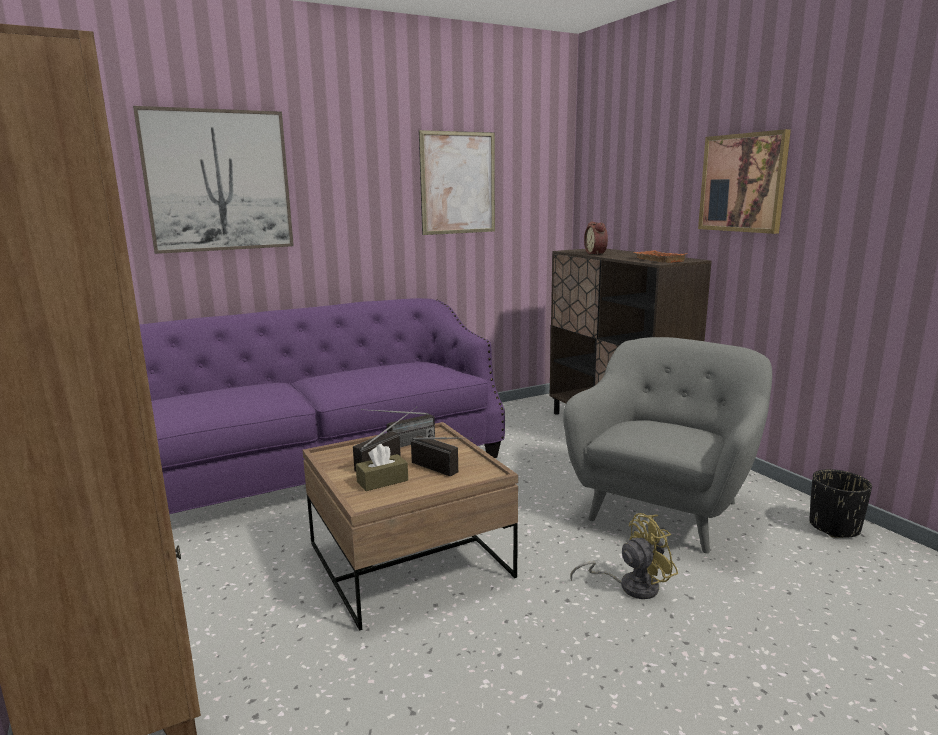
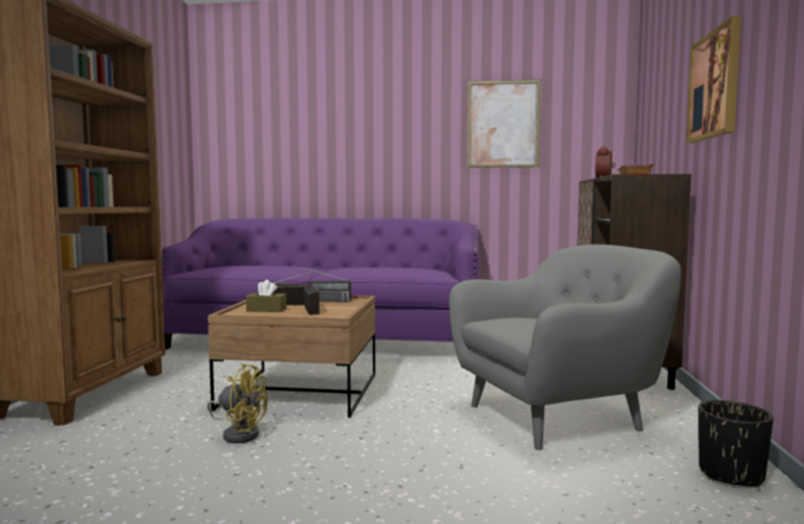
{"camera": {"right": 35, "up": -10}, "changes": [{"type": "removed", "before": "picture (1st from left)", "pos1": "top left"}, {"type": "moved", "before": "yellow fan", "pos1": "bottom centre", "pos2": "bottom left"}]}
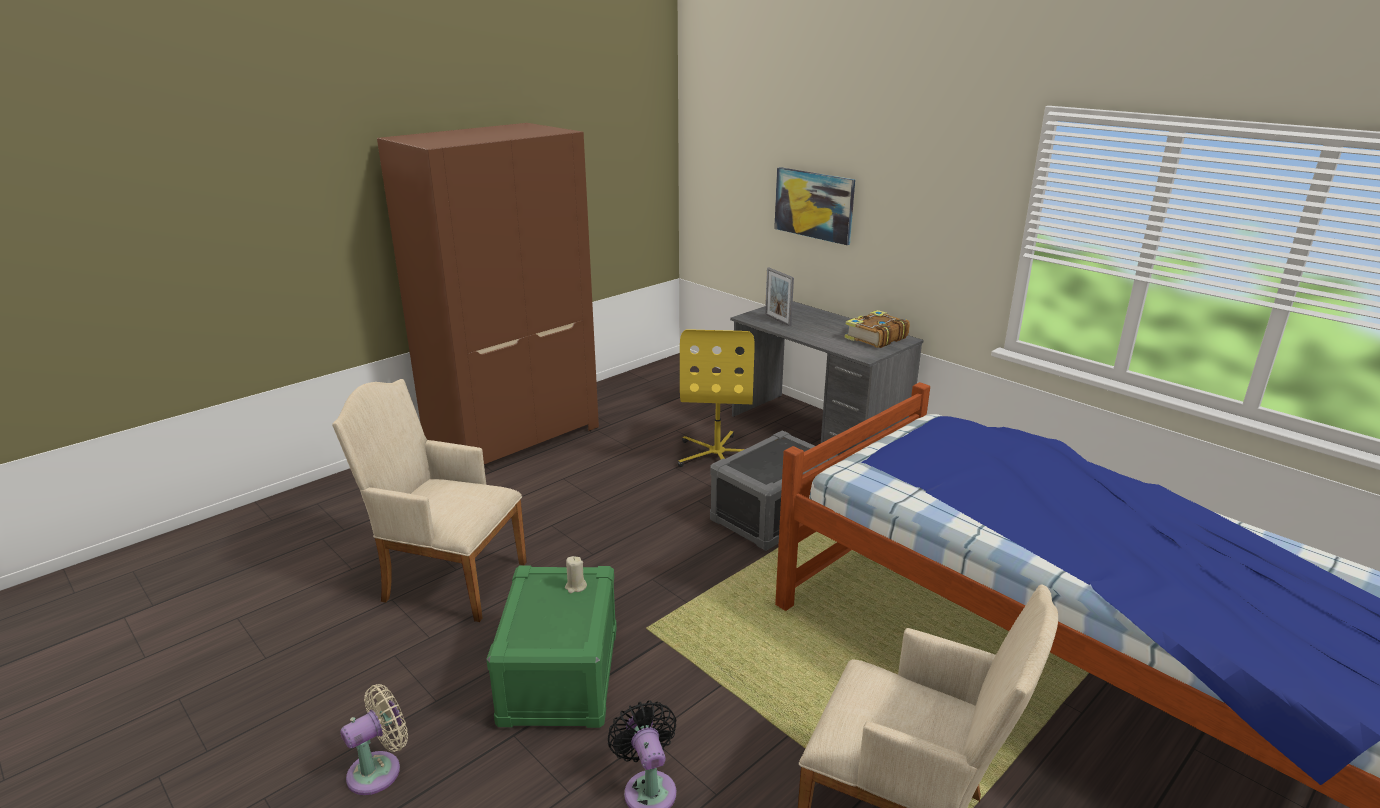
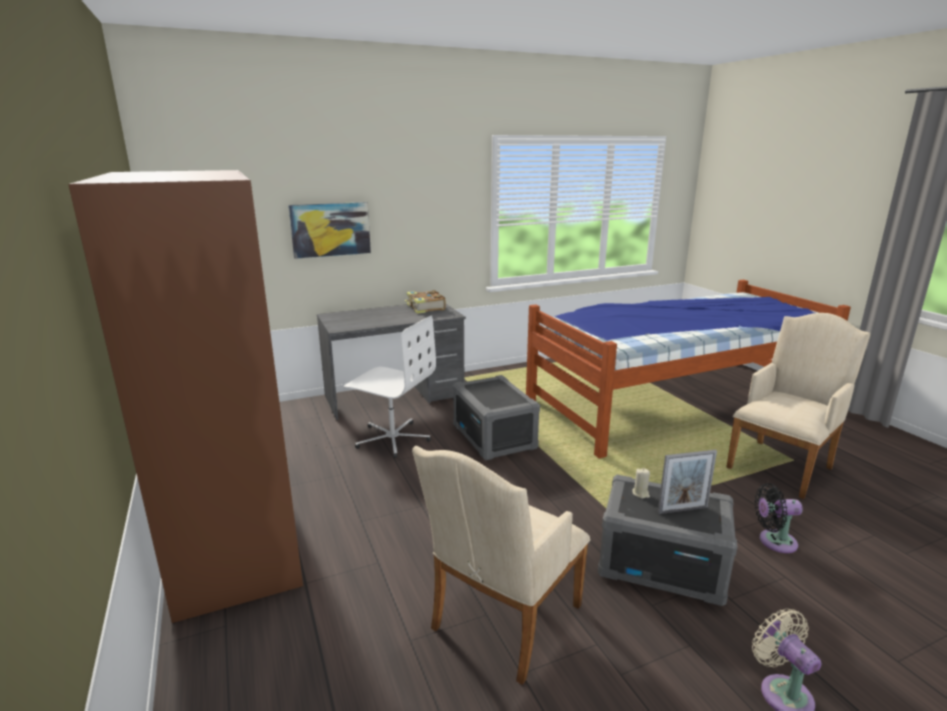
{"camera": {"right": -70, "up": -5}, "changes": [{"type": "recoloured", "before": "green storage box", "after": "grey storage box (2nd from left)", "pos1": "bottom centre", "pos2": "bottom right"}, {"type": "recoloured", "before": "yellow office chair", "after": "white office chair", "pos1": "centre", "pos2": "centre"}, {"type": "moved", "before": "picture frame", "pos1": "centre", "pos2": "bottom right"}]}
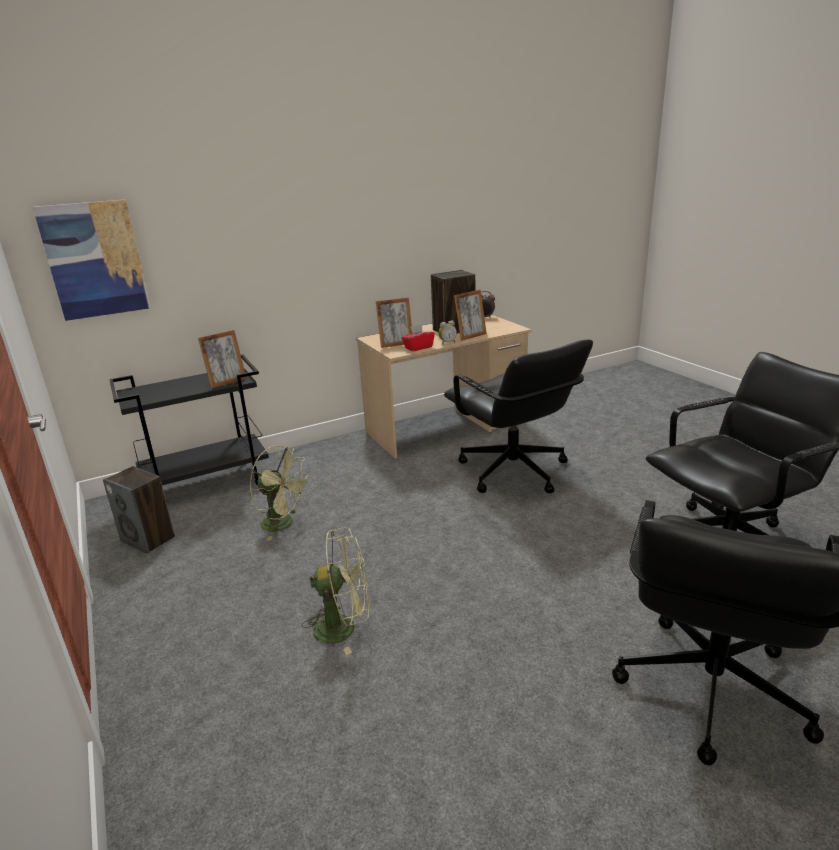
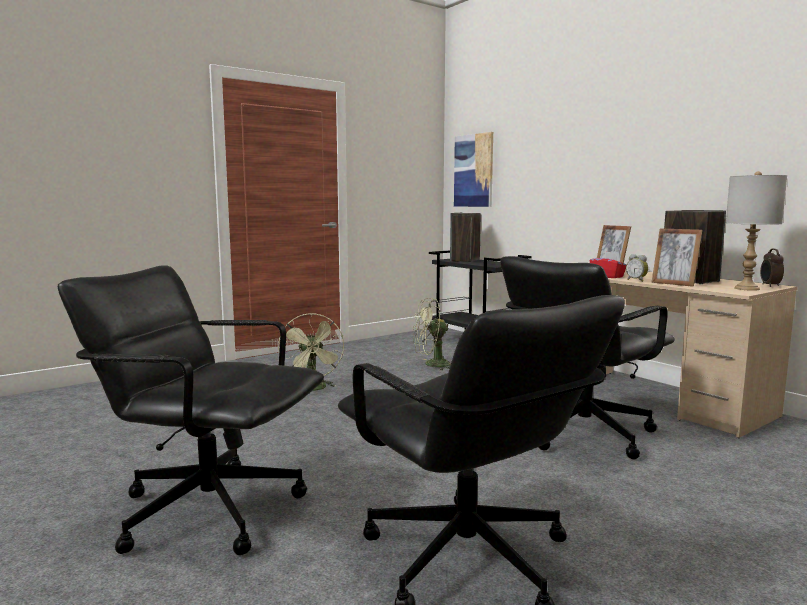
{"camera": {"right": 80, "up": -15}, "changes": [{"type": "moved", "before": "speaker (1st from left)", "pos1": "middle left", "pos2": "centre"}, {"type": "removed", "before": "picture frame (1st from left)", "pos1": "middle left"}, {"type": "turned", "before": "green fan (1st from left in the first image)", "pos1": "centre", "pos2": "centre", "turn": 60}, {"type": "added", "after": "grey table lamp", "pos2": "middle right"}]}
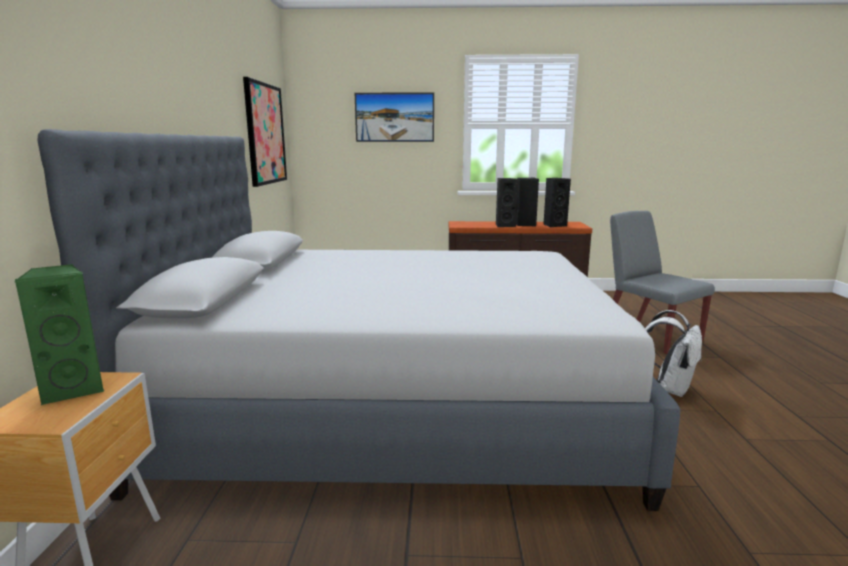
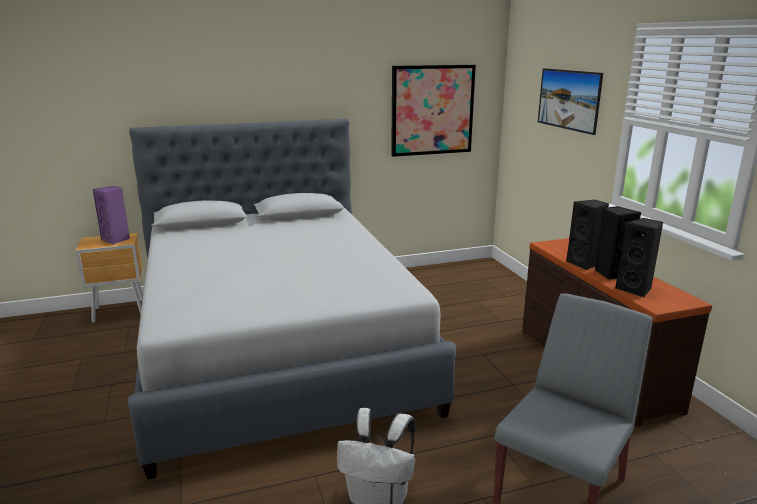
{"camera": {"right": 70, "up": 5}, "changes": [{"type": "recoloured", "before": "green speaker", "after": "purple speaker", "pos1": "middle left", "pos2": "middle left"}]}
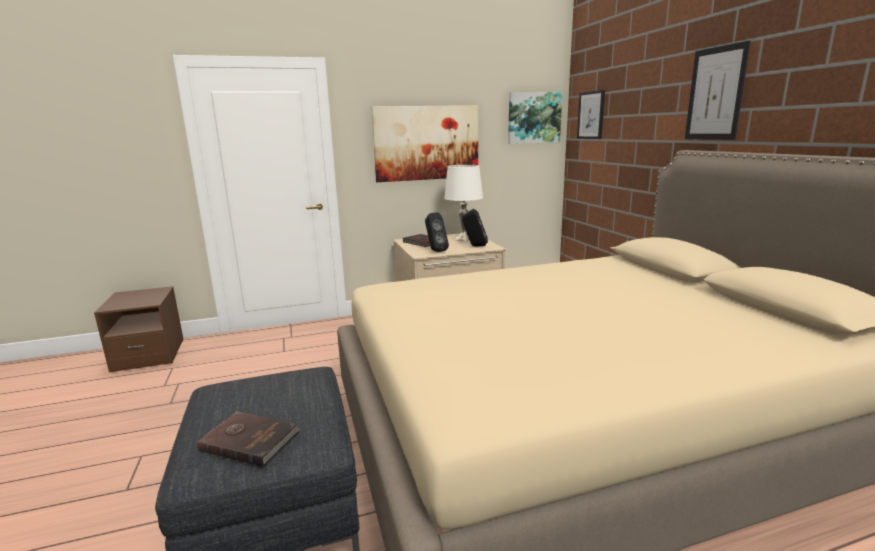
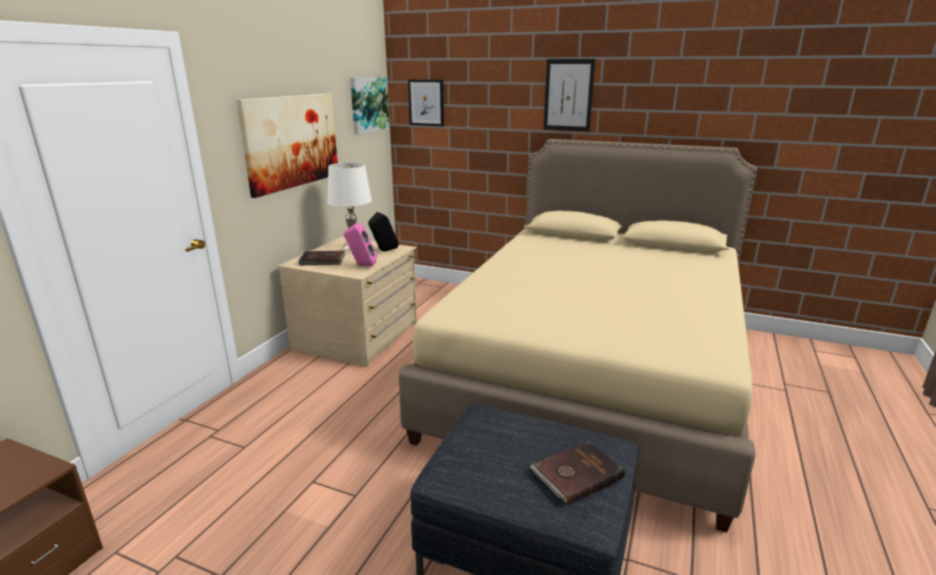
{"camera": {"right": -50, "up": 5}, "changes": [{"type": "recoloured", "before": "black speaker (1st from left)", "after": "pink speaker", "pos1": "centre", "pos2": "centre"}]}
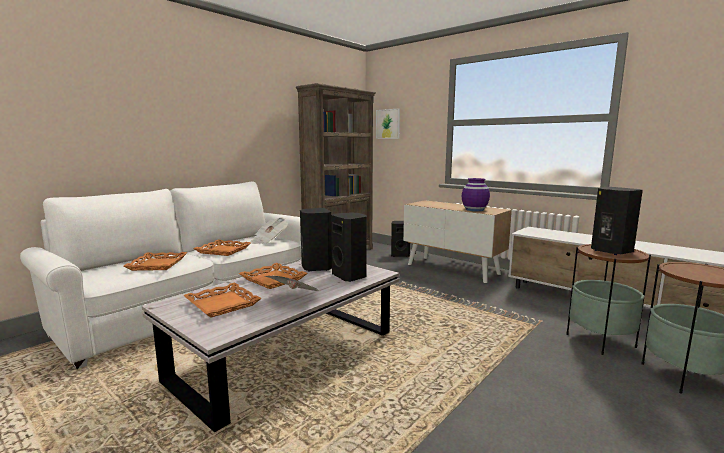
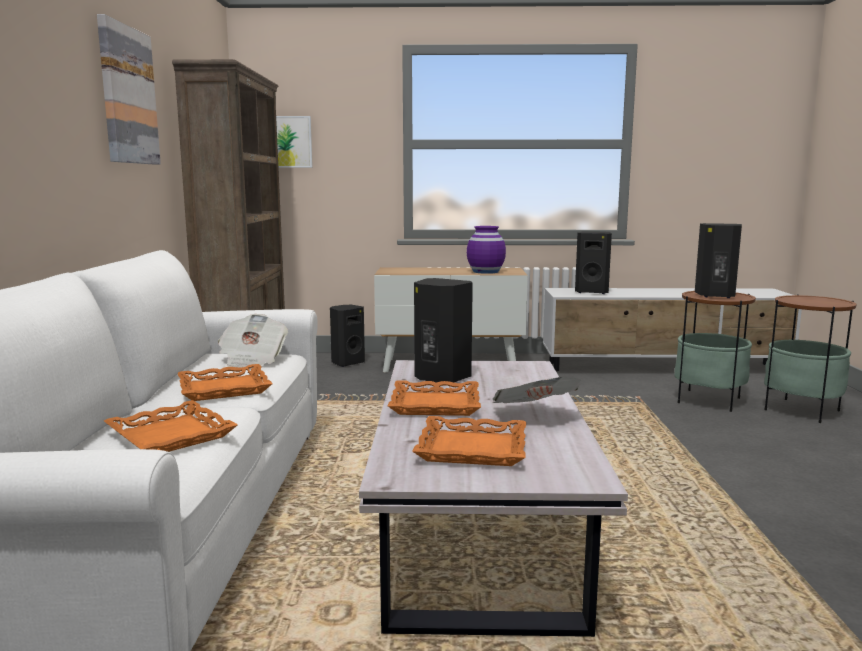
{"camera": {"right": -40, "up": 0}, "changes": [{"type": "moved", "before": "black speaker (2nd from left in the first image)", "after": "black speaker (3rd from left)", "pos1": "centre", "pos2": "middle right"}, {"type": "added", "after": "picture (1st from left)", "pos2": "top left"}]}
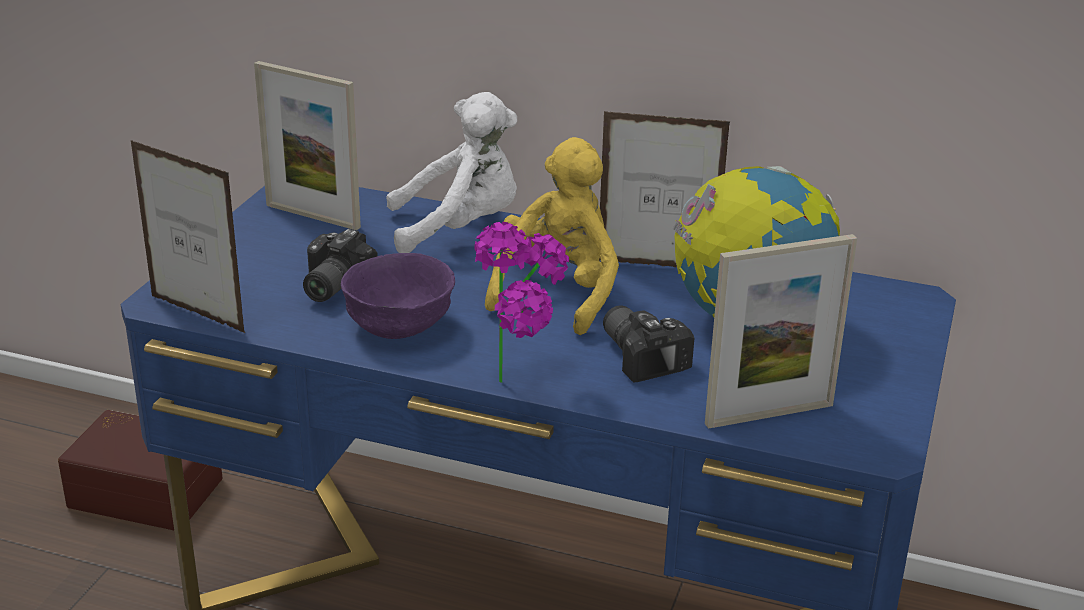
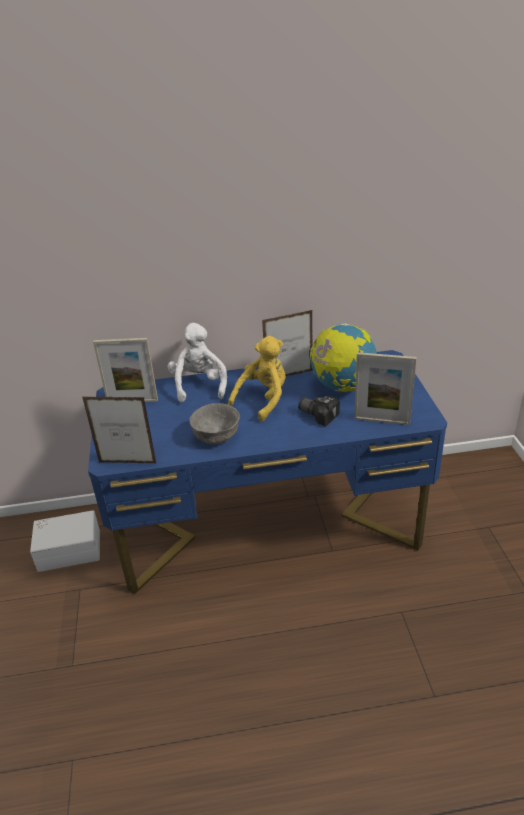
{"camera": {"right": -25, "up": 5}, "changes": [{"type": "recoloured", "before": "brown storage box", "after": "white storage box", "pos1": "bottom left", "pos2": "middle left"}, {"type": "removed", "before": "photo camera (1st from left)", "pos1": "middle left"}, {"type": "recoloured", "before": "purple bowl", "after": "grey bowl", "pos1": "centre", "pos2": "centre"}, {"type": "turned", "before": "white plush toy", "pos1": "top centre", "pos2": "centre", "turn": -60}, {"type": "removed", "before": "potted plant", "pos1": "centre"}, {"type": "turned", "before": "yellow plush toy", "pos1": "centre", "pos2": "centre", "turn": 45}, {"type": "turned", "before": "picture frame (4th from left)", "pos1": "middle right", "pos2": "middle right", "turn": 60}]}
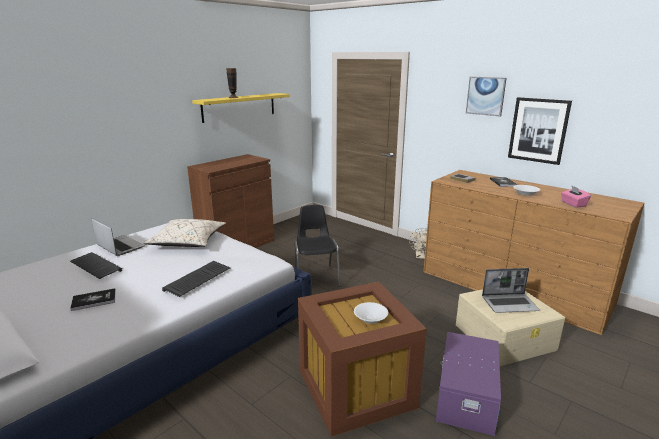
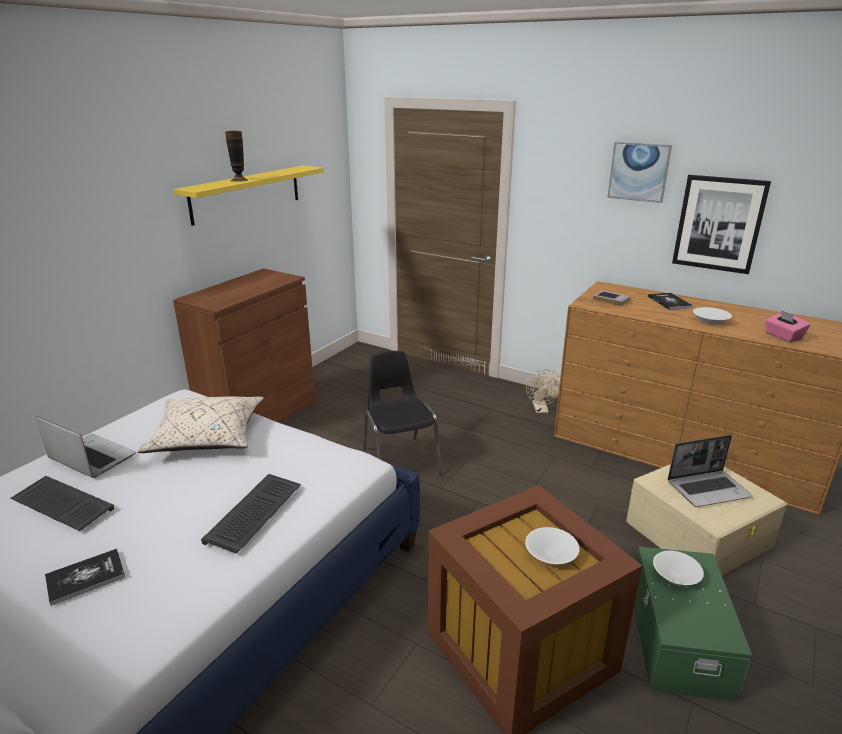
{"camera": {"right": -10, "up": 5}, "changes": [{"type": "recoloured", "before": "purple storage box", "after": "green storage box", "pos1": "bottom right", "pos2": "bottom right"}, {"type": "added", "after": "white bowl (2nd from left)", "pos2": "bottom right"}]}
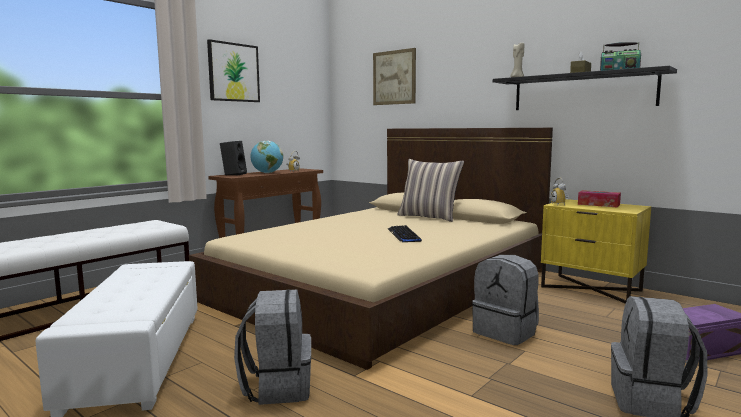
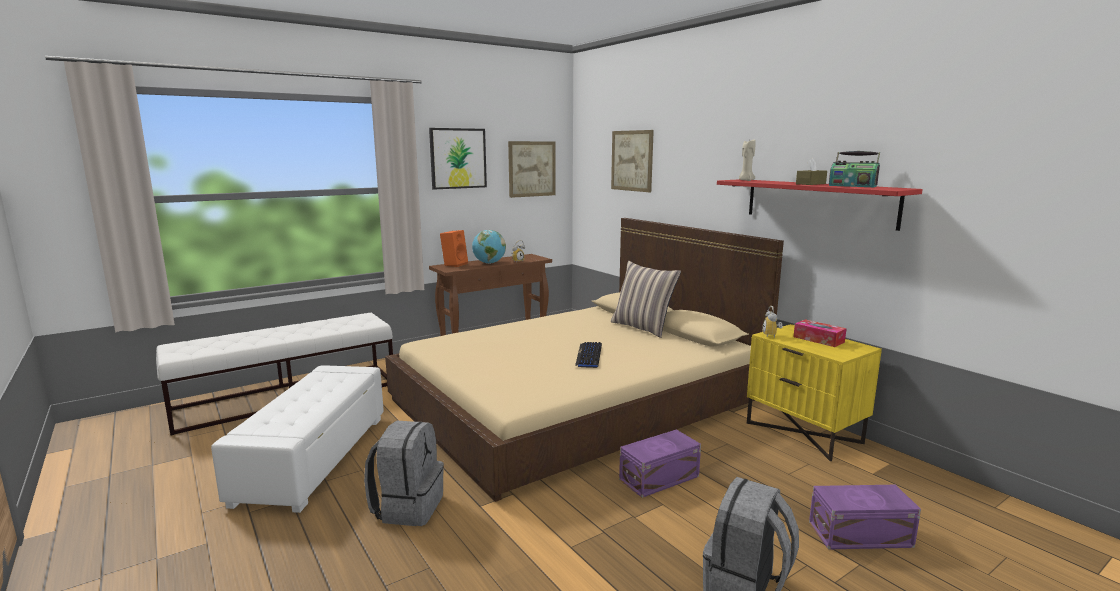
{"camera": {"right": 15, "up": 5}, "changes": [{"type": "recoloured", "before": "black speaker", "after": "orange speaker", "pos1": "middle left", "pos2": "centre"}, {"type": "replaced", "before": "grey backpack (2nd from left)", "after": "purple storage box (1st from left)", "pos1": "bottom right", "pos2": "bottom centre"}, {"type": "recoloured", "before": "black shelf", "after": "red shelf", "pos1": "top right", "pos2": "middle right"}, {"type": "added", "after": "picture (2nd from left)", "pos2": "top centre"}]}
